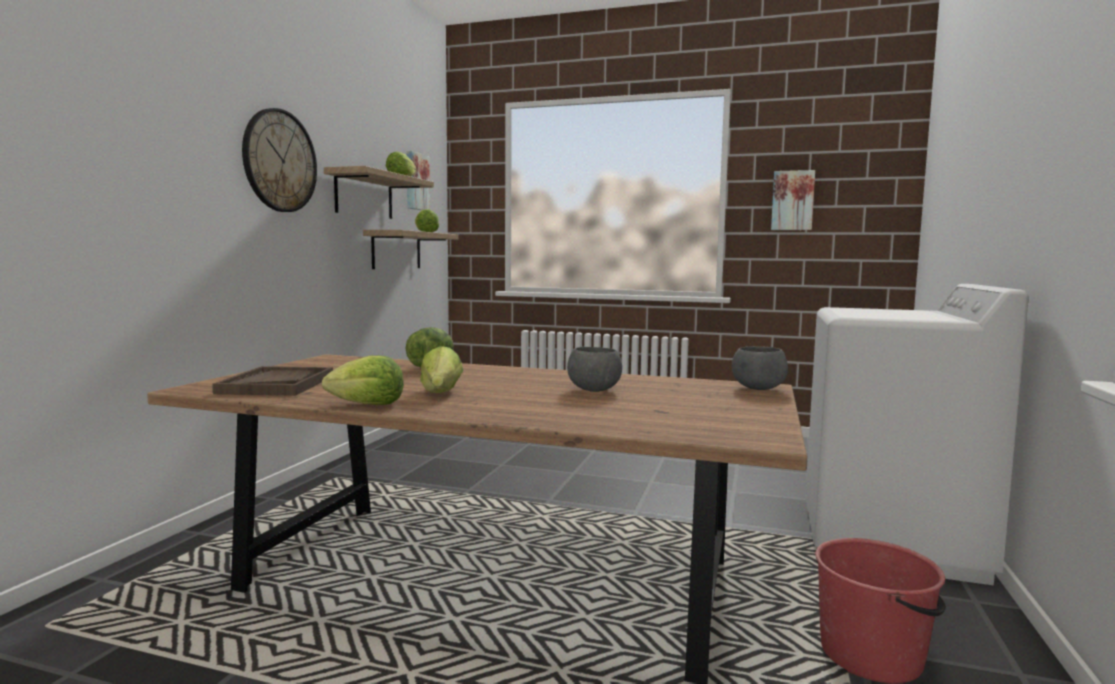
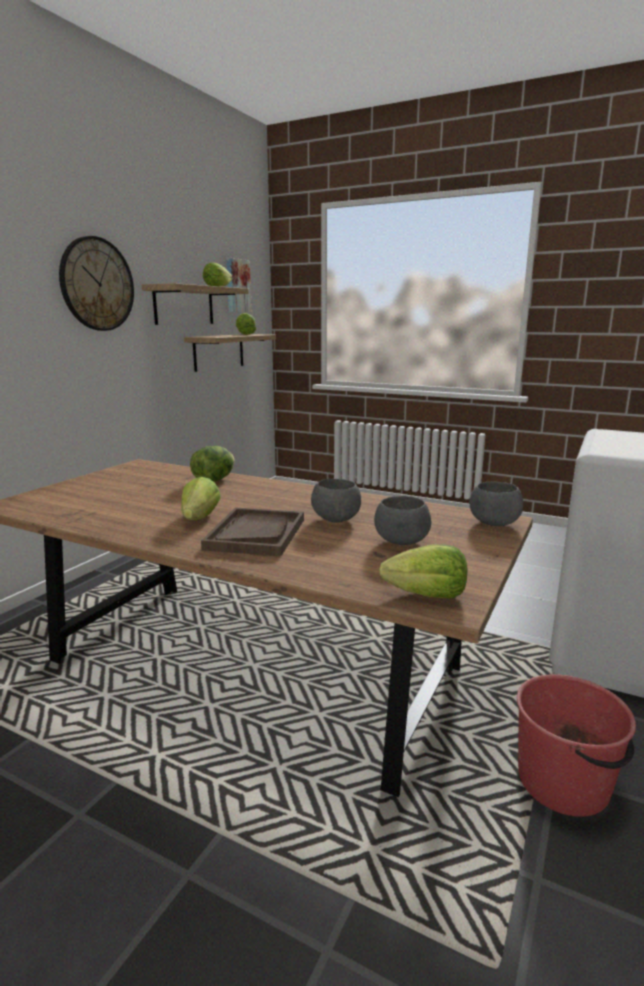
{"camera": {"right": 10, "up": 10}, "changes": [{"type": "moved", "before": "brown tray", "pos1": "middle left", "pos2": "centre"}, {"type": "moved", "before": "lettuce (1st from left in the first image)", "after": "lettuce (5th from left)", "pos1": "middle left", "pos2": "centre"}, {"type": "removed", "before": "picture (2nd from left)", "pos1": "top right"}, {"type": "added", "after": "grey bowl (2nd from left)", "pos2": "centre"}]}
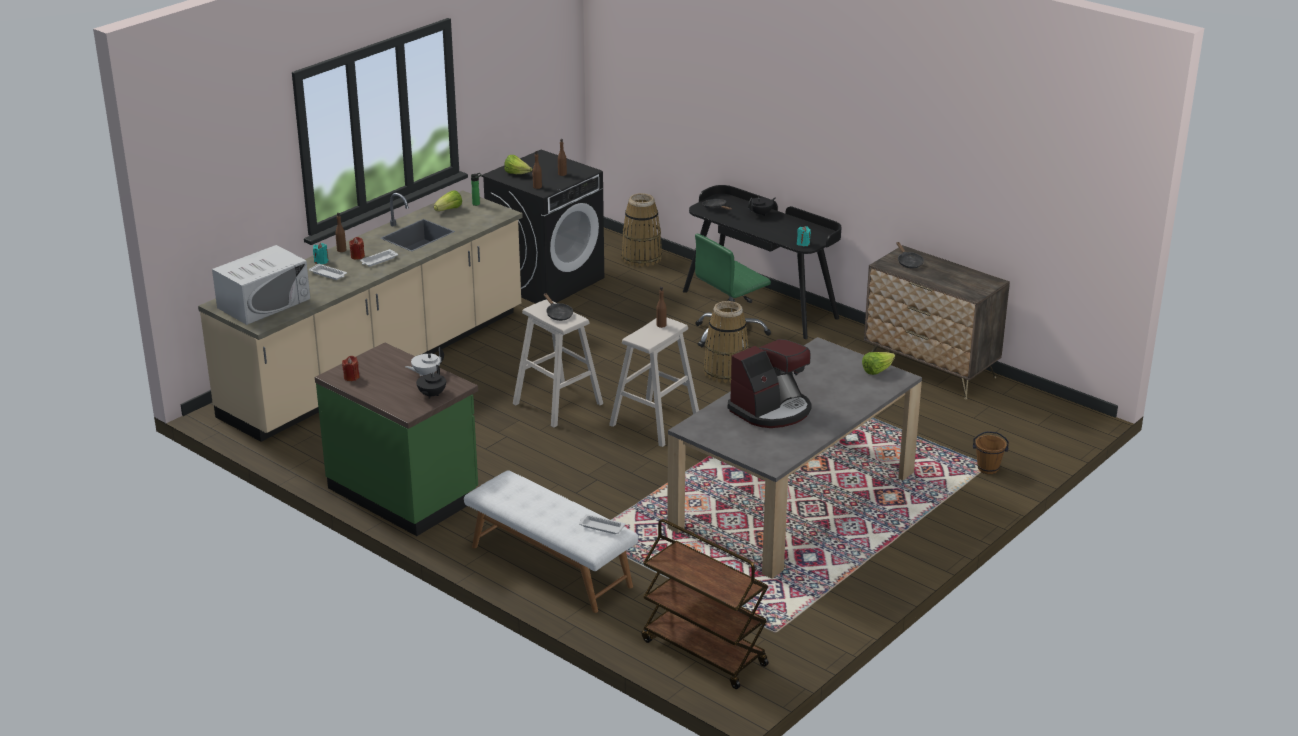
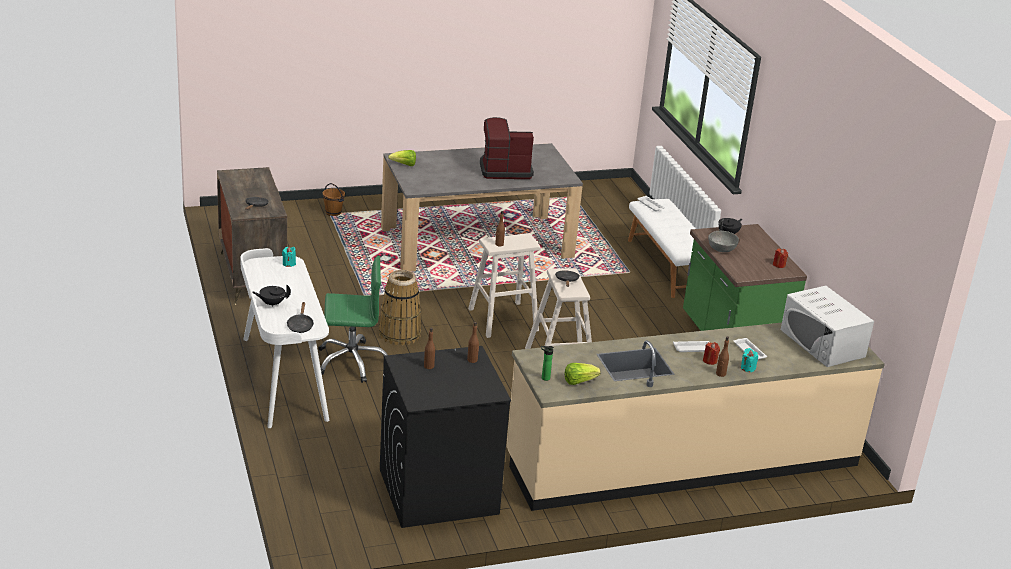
{"camera": {"right": -150, "up": 0}, "changes": [{"type": "turned", "before": "white microwave", "pos1": "middle left", "pos2": "middle right", "turn": -105}, {"type": "replaced", "before": "white teapot", "after": "grey bowl", "pos1": "middle left", "pos2": "middle right"}, {"type": "removed", "before": "lettuce (2nd from left)", "pos1": "top centre"}, {"type": "removed", "before": "basket (1st from left)", "pos1": "top centre"}, {"type": "removed", "before": "brown cart", "pos1": "bottom centre"}, {"type": "recoloured", "before": "black desk", "after": "white desk", "pos1": "centre", "pos2": "middle left"}]}
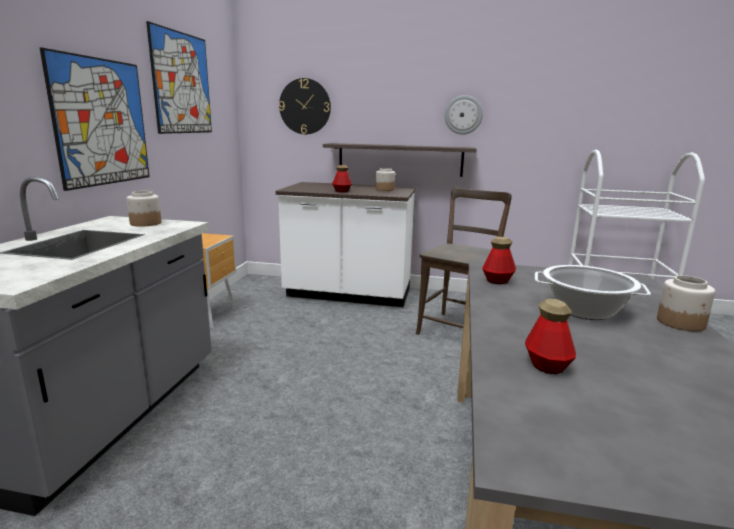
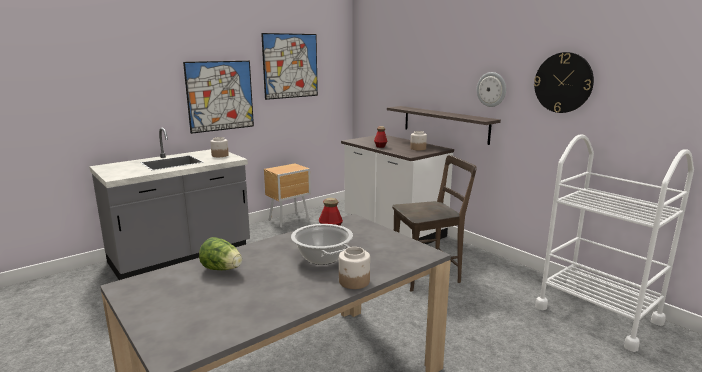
{"camera": {"right": 40, "up": 0}, "changes": [{"type": "moved", "before": "wall clock (1st from left in the first image)", "after": "wall clock (2nd from left)", "pos1": "top centre", "pos2": "top right"}, {"type": "replaced", "before": "bottle (3rd from left)", "after": "lettuce", "pos1": "middle right", "pos2": "bottom left"}]}
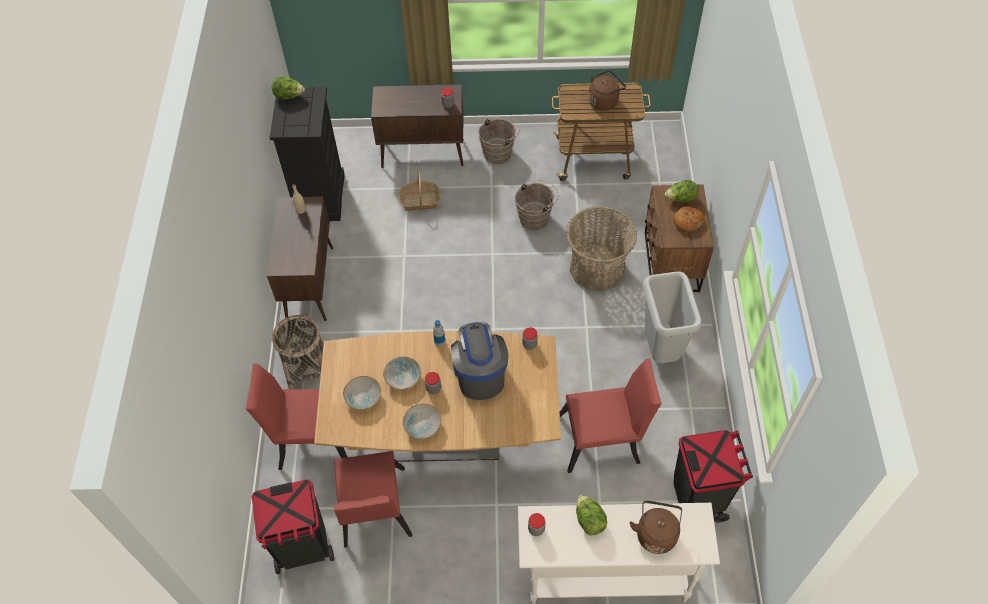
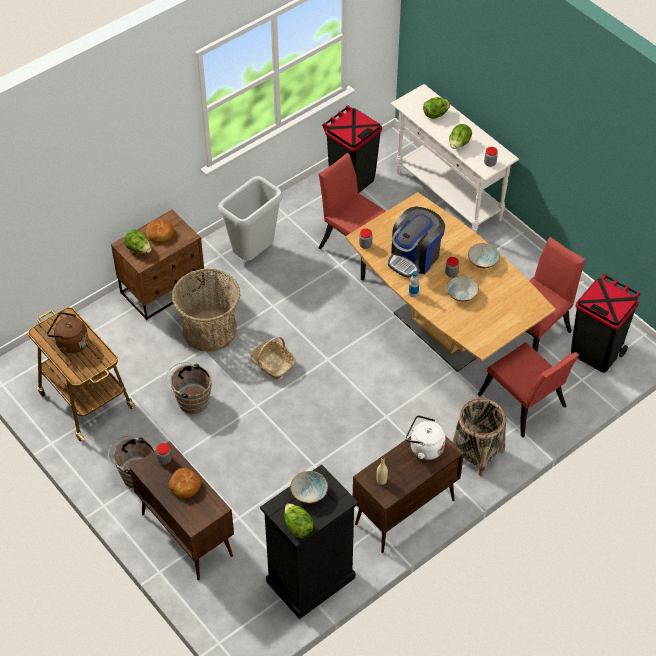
{"camera": {"right": -130, "up": -5}, "changes": [{"type": "moved", "before": "bowl (1st from left)", "pos1": "centre", "pos2": "bottom centre"}, {"type": "moved", "before": "basket (2nd from left)", "pos1": "top centre", "pos2": "centre"}, {"type": "replaced", "before": "brown kettle (2nd from left)", "after": "lettuce (3rd from left)", "pos1": "bottom centre", "pos2": "top centre"}, {"type": "added", "after": "bread (2nd from left)", "pos2": "bottom left"}, {"type": "added", "after": "white kettle", "pos2": "centre"}]}
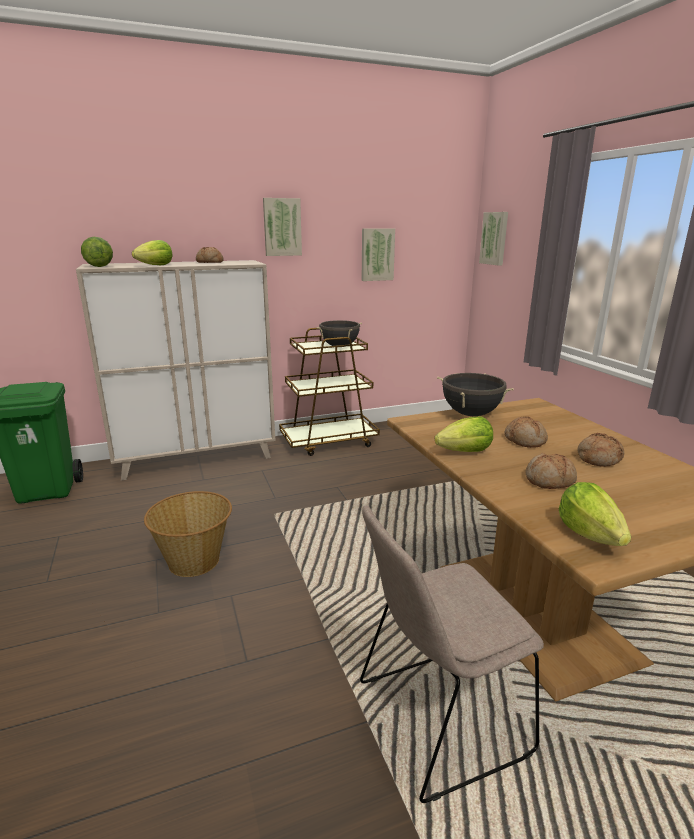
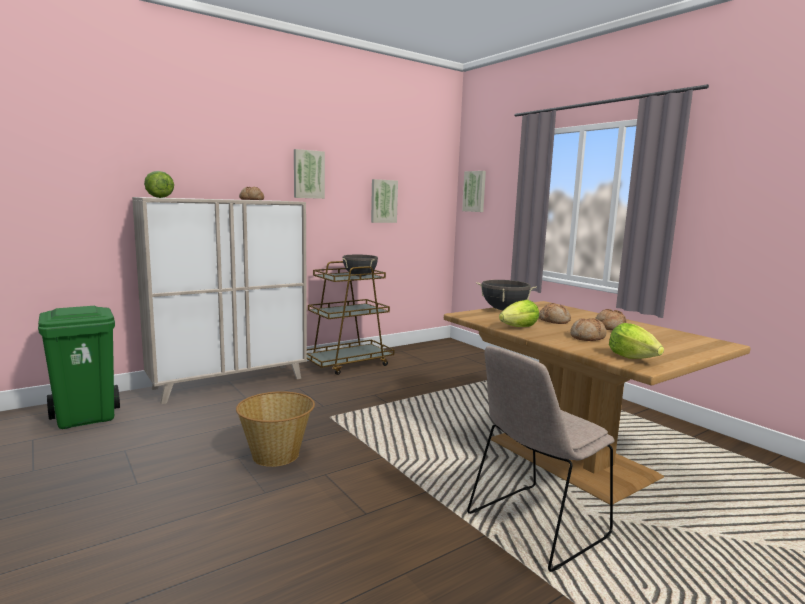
{"camera": {"right": -15, "up": -10}, "changes": [{"type": "removed", "before": "lettuce (2nd from left)", "pos1": "top left"}]}
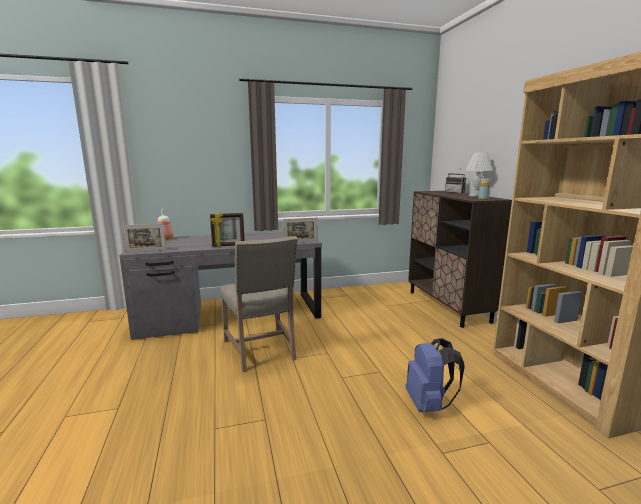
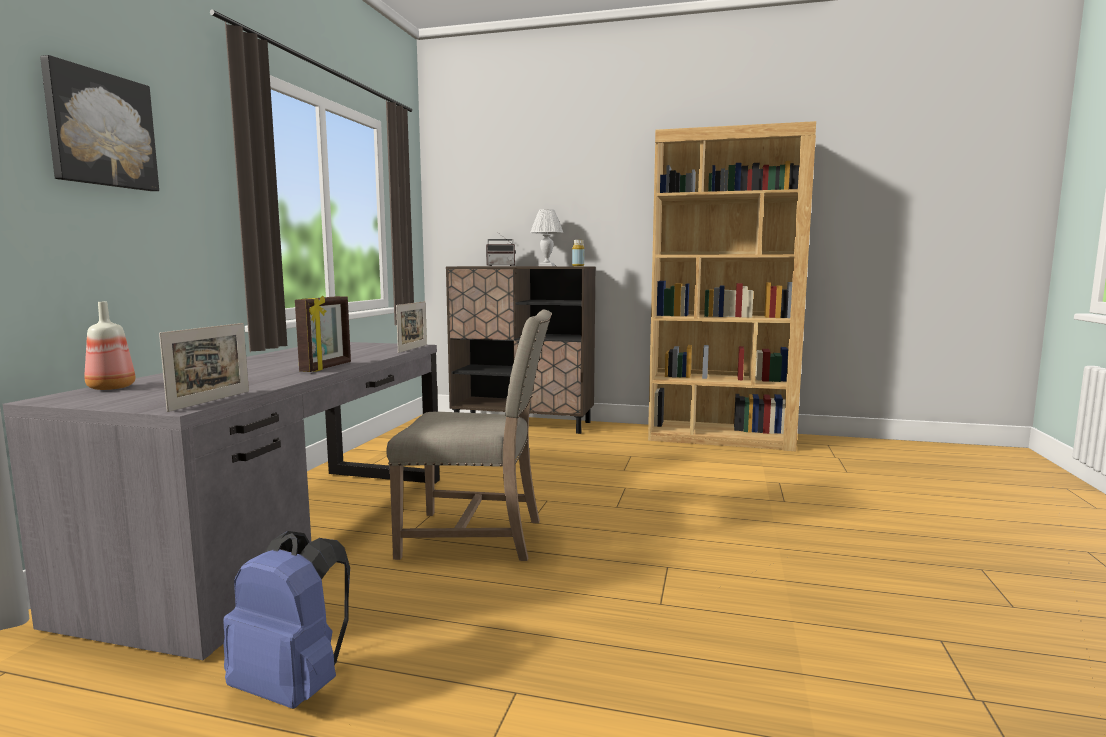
{"camera": {"right": -60, "up": -5}, "changes": [{"type": "moved", "before": "blue backpack", "pos1": "bottom right", "pos2": "bottom left"}, {"type": "added", "after": "picture", "pos2": "top left"}]}
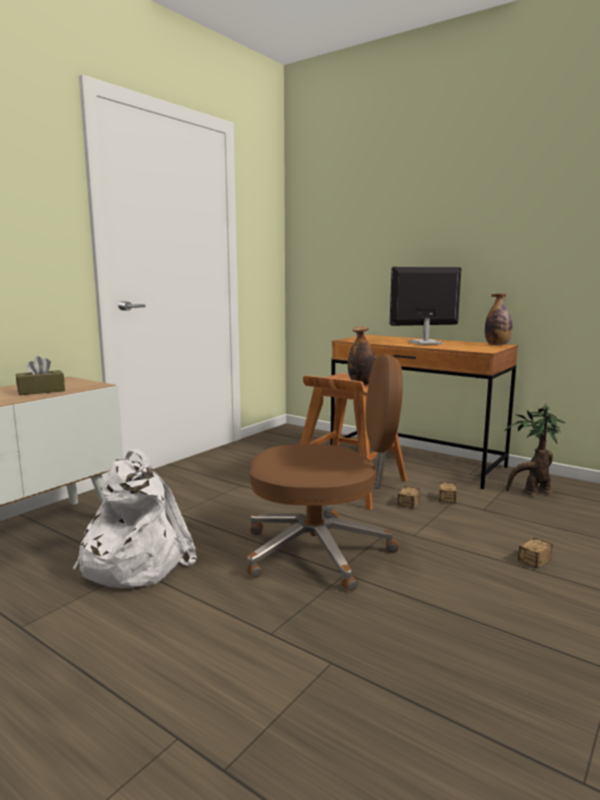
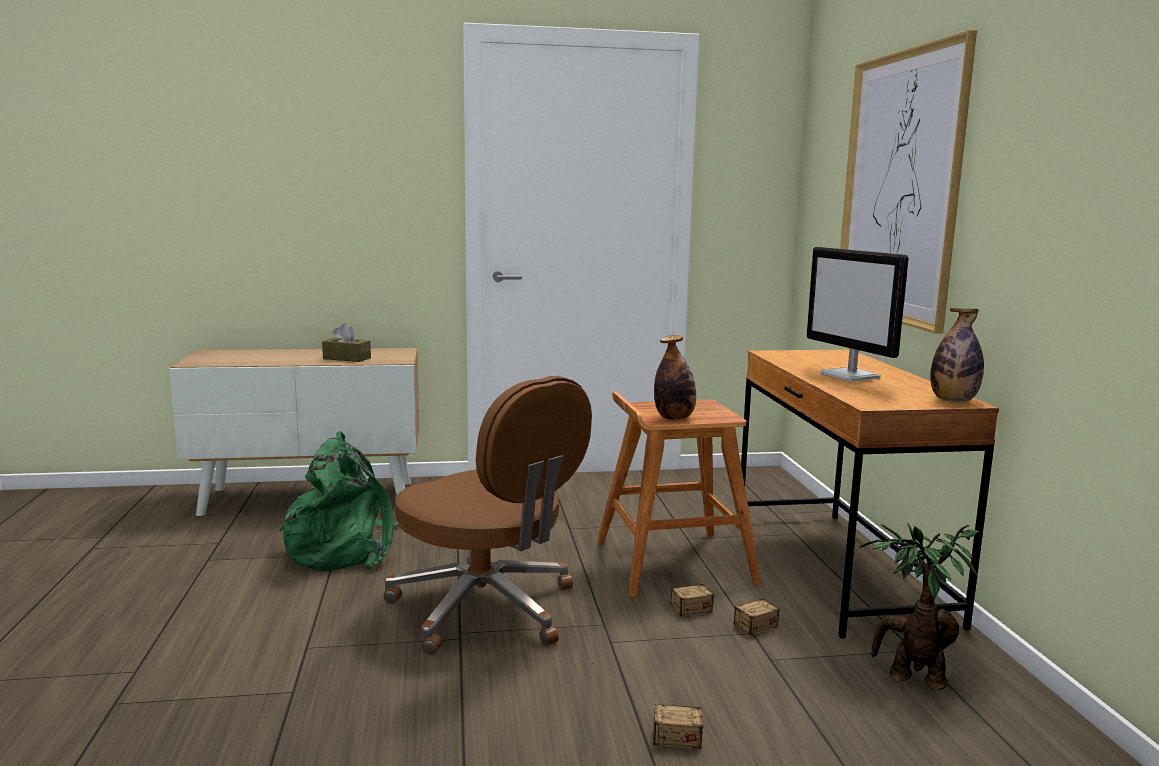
{"camera": {"right": 45, "up": 0}, "changes": [{"type": "recoloured", "before": "white backpack", "after": "green backpack", "pos1": "middle left", "pos2": "middle left"}, {"type": "turned", "before": "monitor", "pos1": "middle right", "pos2": "middle right", "turn": -150}, {"type": "added", "after": "picture", "pos2": "top right"}]}
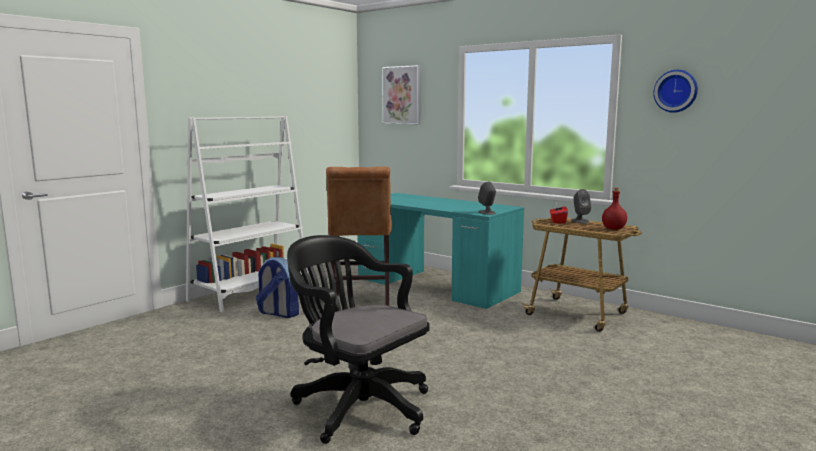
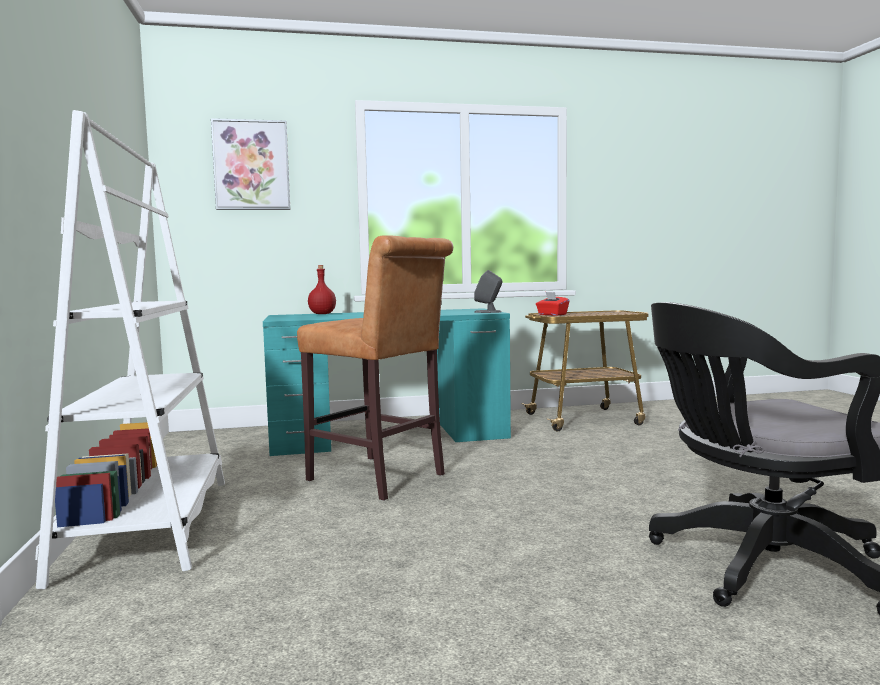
{"camera": {"right": -50, "up": -5}, "changes": [{"type": "removed", "before": "backpack", "pos1": "centre"}, {"type": "removed", "before": "grey speaker (2nd from left)", "pos1": "middle right"}, {"type": "moved", "before": "red bottle", "pos1": "middle right", "pos2": "centre"}, {"type": "removed", "before": "wall clock", "pos1": "top right"}]}
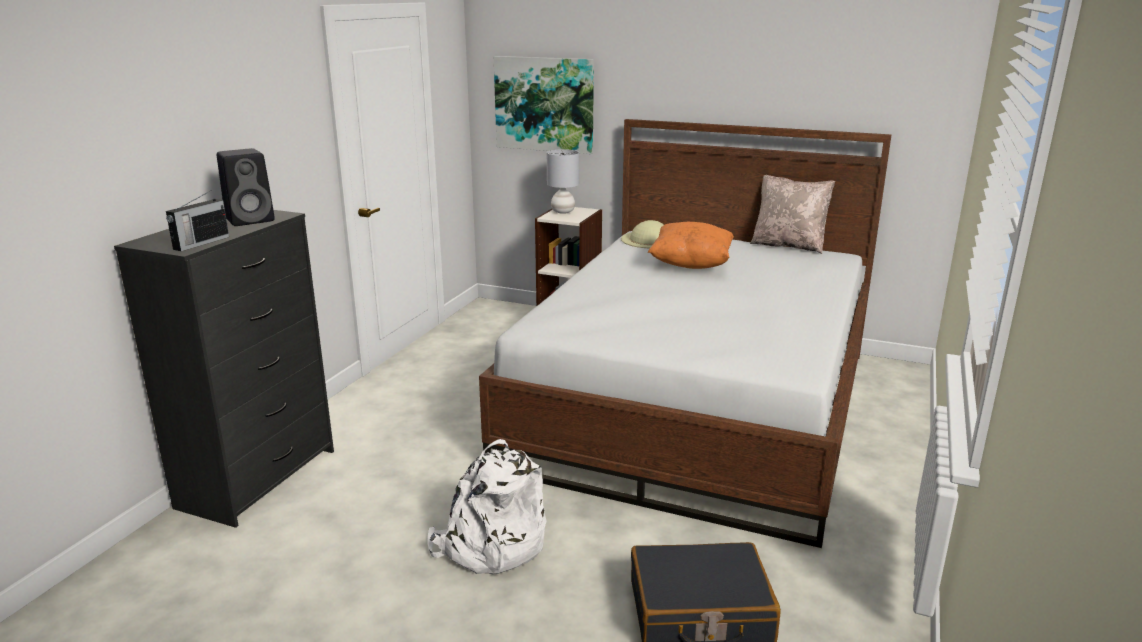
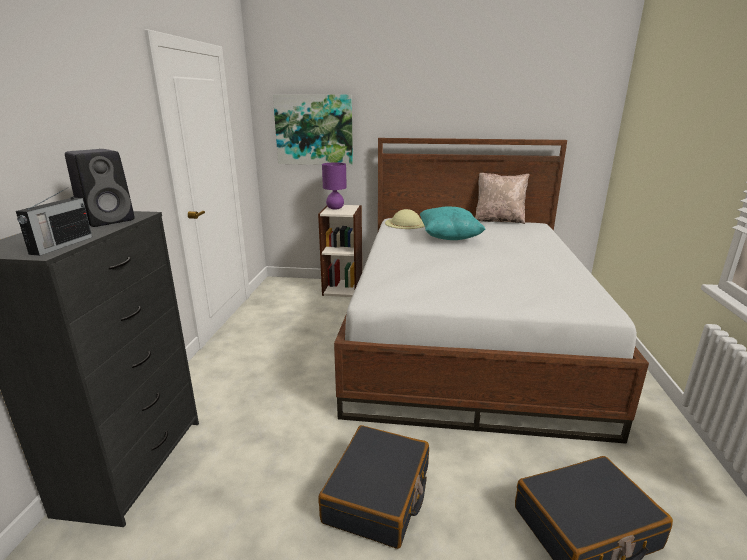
{"camera": {"right": -15, "up": 0}, "changes": [{"type": "replaced", "before": "white backpack", "after": "black suitcase (1st from left)", "pos1": "bottom centre", "pos2": "bottom centre"}, {"type": "recoloured", "before": "grey table lamp", "after": "purple table lamp", "pos1": "top centre", "pos2": "top centre"}, {"type": "recoloured", "before": "orange pillow", "after": "turquoise pillow", "pos1": "centre", "pos2": "centre"}]}
